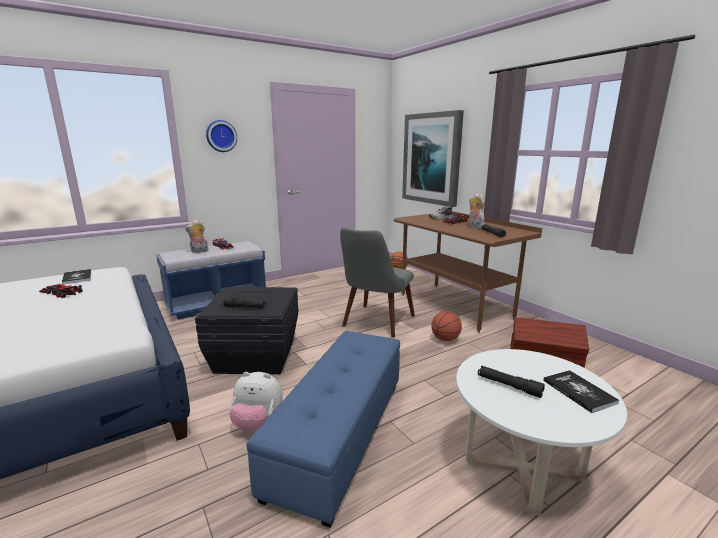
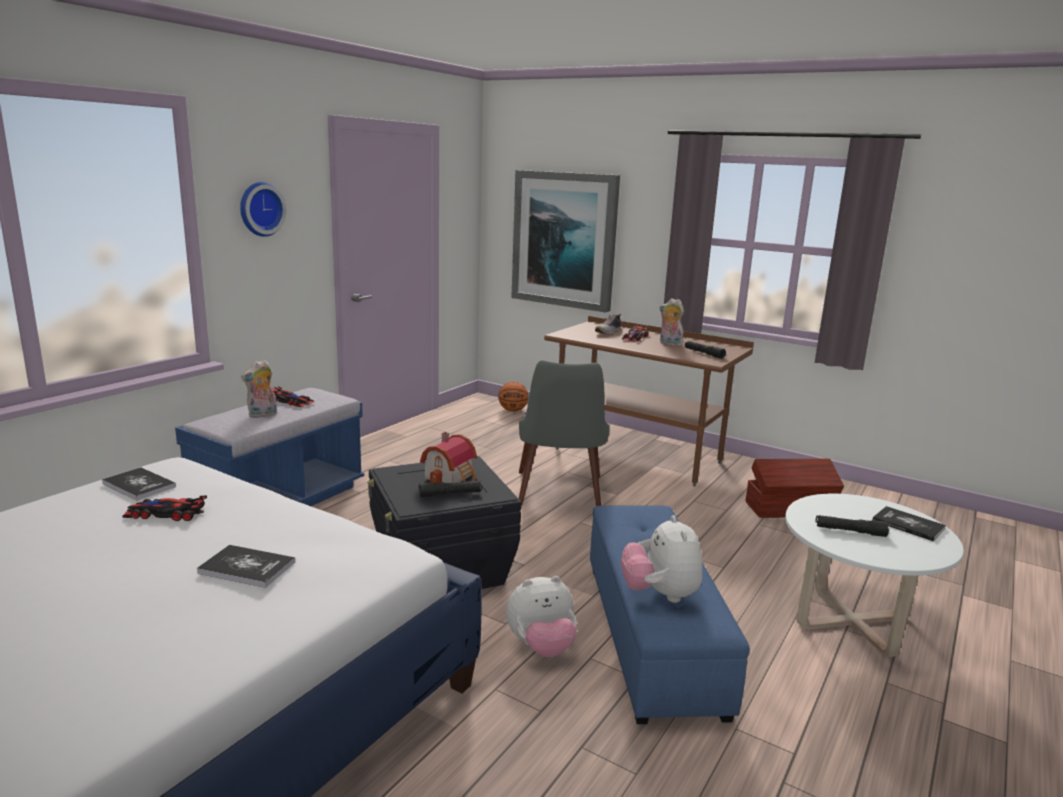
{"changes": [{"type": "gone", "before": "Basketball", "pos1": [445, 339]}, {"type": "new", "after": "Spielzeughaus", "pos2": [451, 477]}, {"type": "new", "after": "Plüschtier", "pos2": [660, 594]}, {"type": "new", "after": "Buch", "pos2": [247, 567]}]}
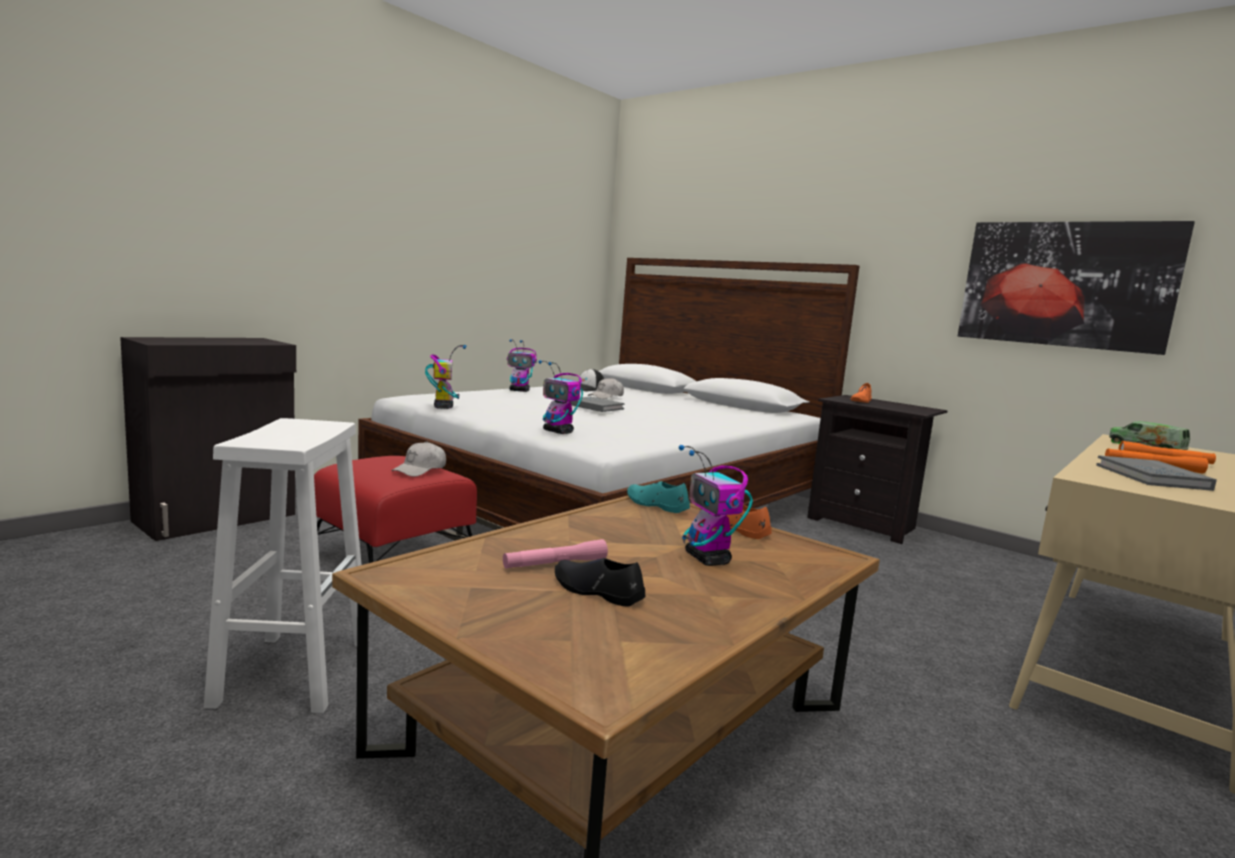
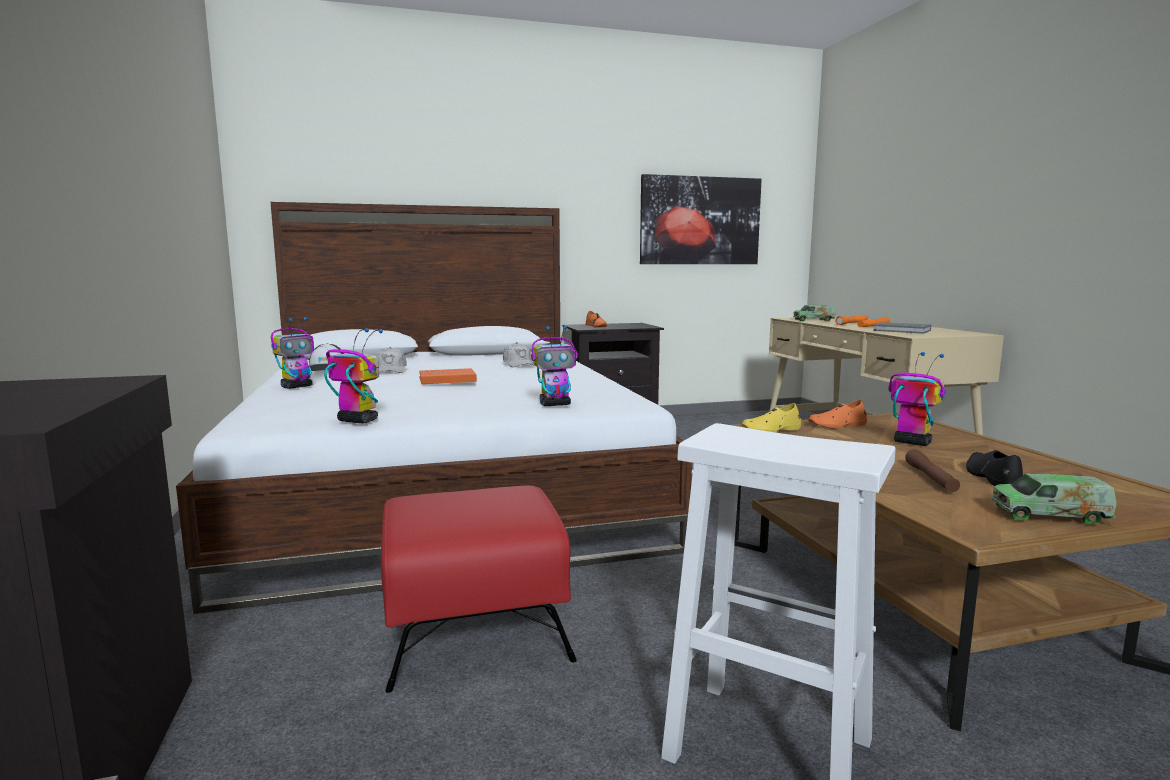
{"changes": [{"type": "repainted", "before": "Buch (grau)", "after": "Buch (orange)", "pos1": [595, 407], "pos2": [447, 379]}, {"type": "shifted", "before": "Kappe (weiß)", "pos1": [420, 470], "pos2": [519, 364]}, {"type": "rotated", "before": "Spielzeugroboter", "pos1": [708, 559], "pos2": [911, 442], "turn": -150}, {"type": "repainted", "before": "Schuh (türkis)", "after": "Schuh (gelb)", "pos1": [656, 505], "pos2": [771, 430]}, {"type": "repainted", "before": "Taschenlampe (rosa)", "after": "Taschenlampe (braun)", "pos1": [555, 564], "pos2": [931, 478]}, {"type": "rotated", "before": "Schuh (schwarz)", "pos1": [596, 591], "pos2": [992, 477], "turn": 120}, {"type": "new", "after": "Spielzeuglaster", "pos2": [1049, 514]}]}
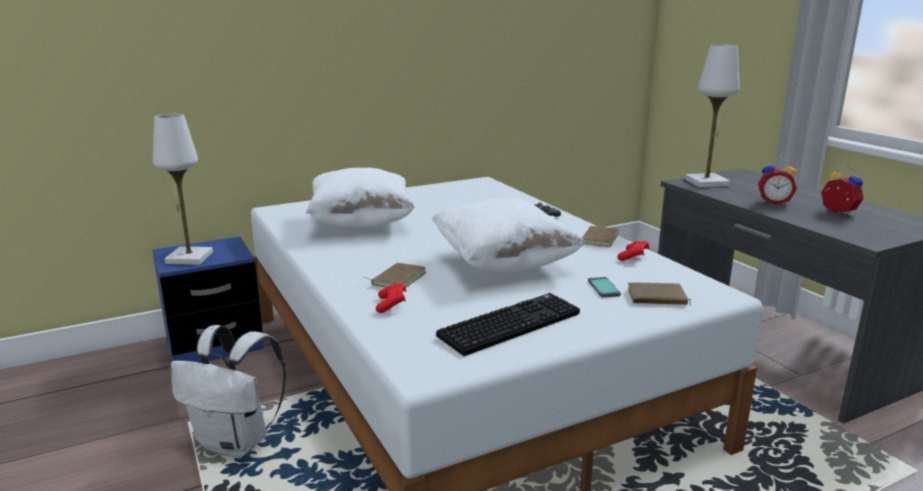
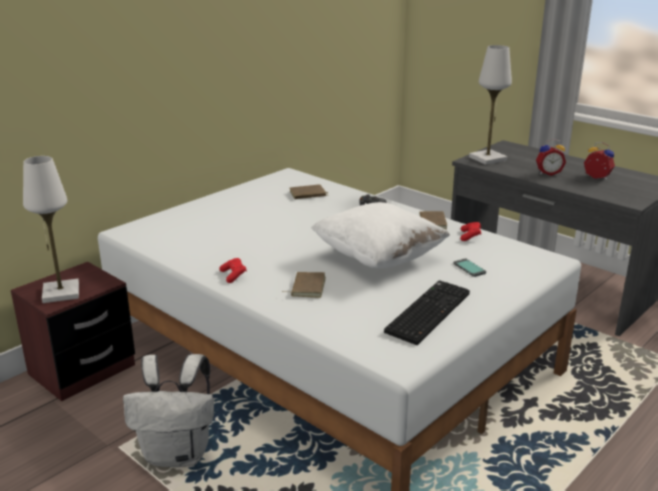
{"changes": [{"type": "gone", "before": "Kissen (weiß)", "pos1": [361, 223]}, {"type": "repainted", "before": "Nachttisch (blau)", "after": "Nachttisch (braun)", "pos1": [214, 344], "pos2": [82, 370]}, {"type": "shifted", "before": "Buch (braun)", "pos1": [657, 298], "pos2": [308, 194]}, {"type": "shifted", "before": "Gamepad (rot)", "pos1": [391, 305], "pos2": [233, 275]}]}
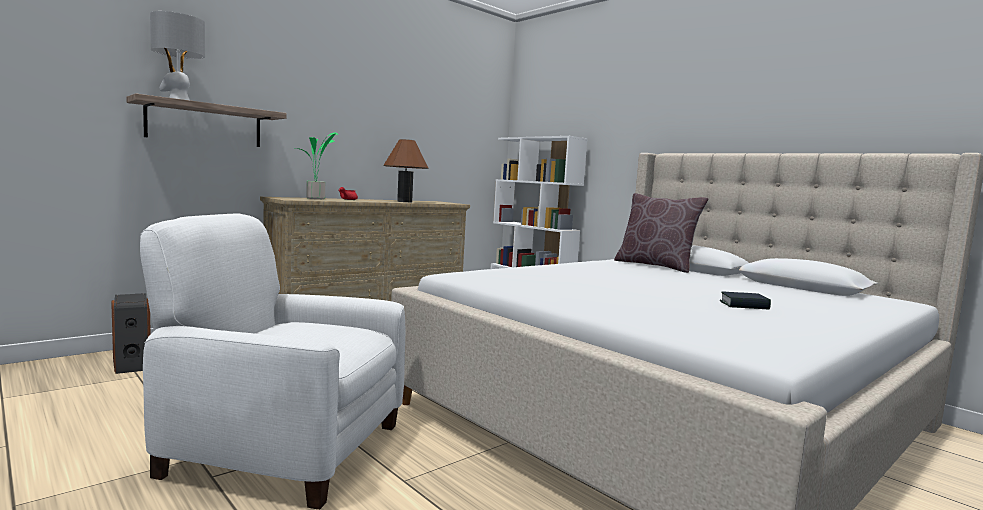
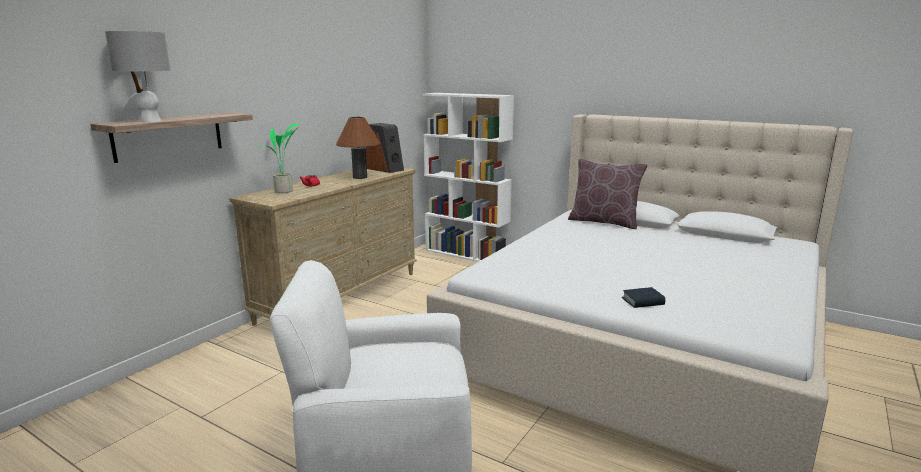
{"changes": [{"type": "shifted", "before": "Buch", "pos1": [744, 305], "pos2": [643, 301]}, {"type": "shifted", "before": "Lautsprecher", "pos1": [132, 363], "pos2": [385, 169]}]}
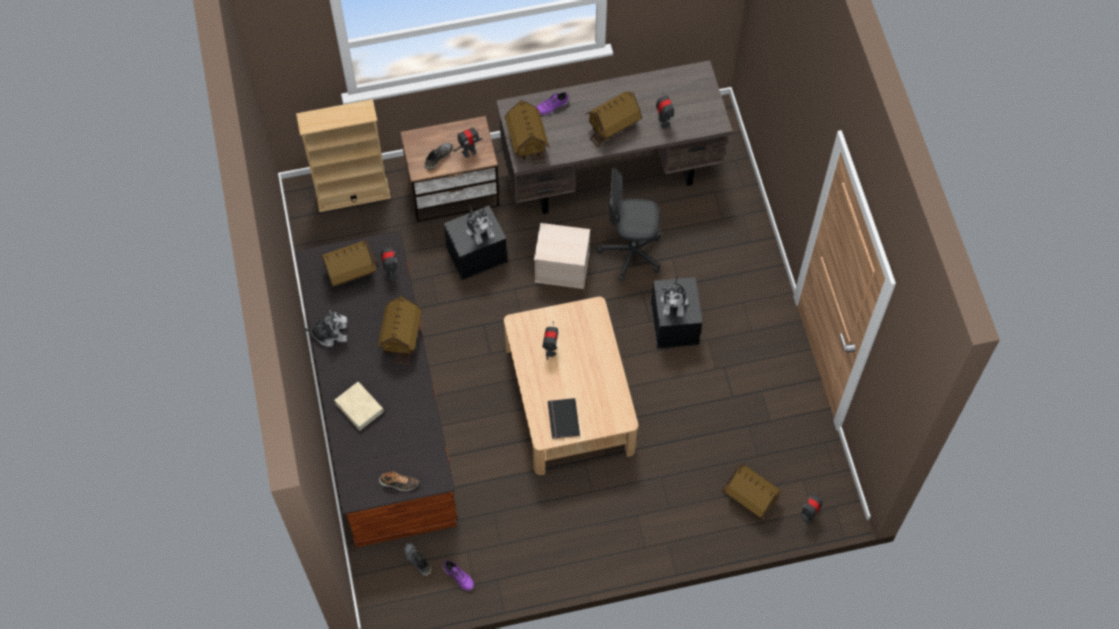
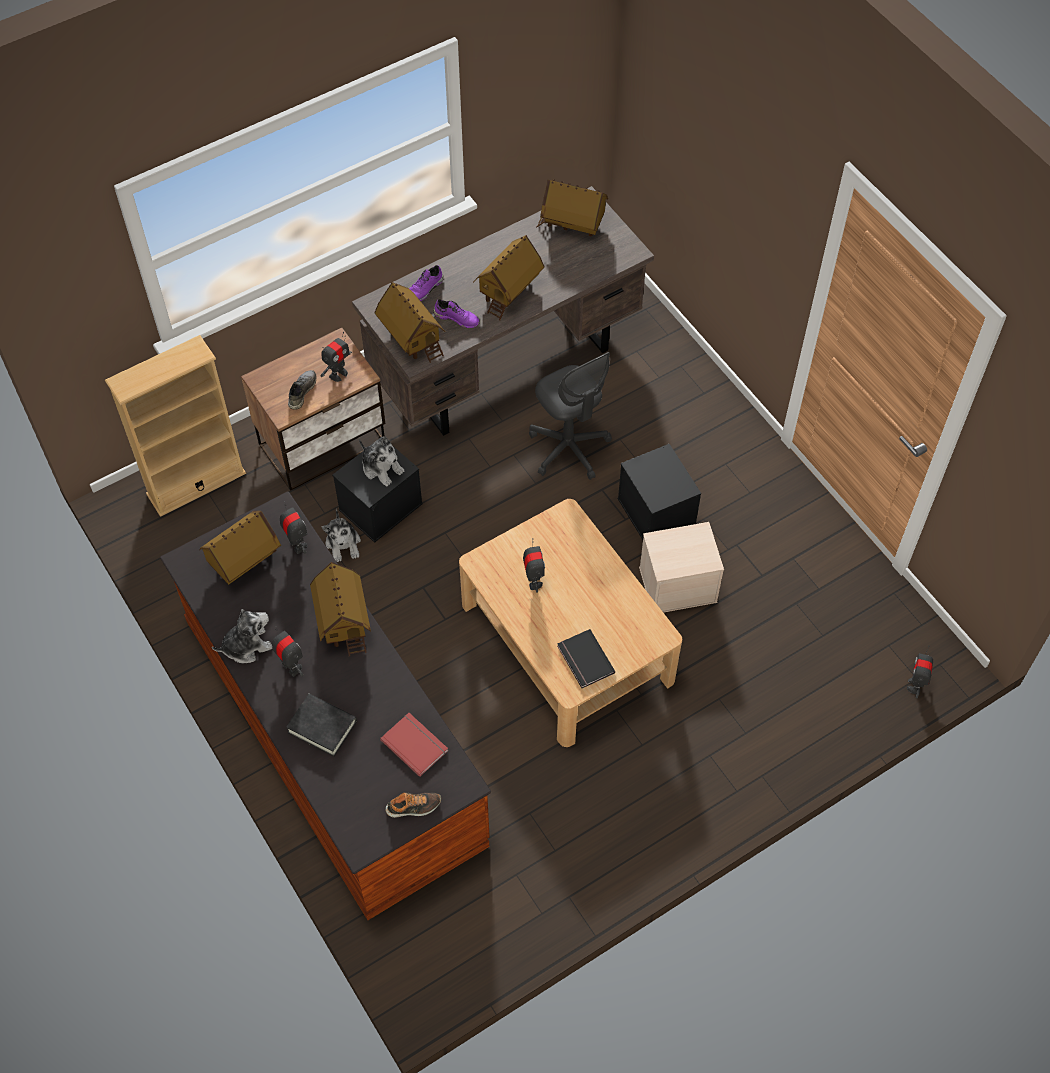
{"changes": [{"type": "shifted", "before": "Spielzeugroboter", "pos1": [663, 122], "pos2": [291, 667]}, {"type": "rotated", "before": "Bürostuhl (grau)", "pos1": [631, 253], "pos2": [569, 448], "turn": -105}, {"type": "shifted", "before": "Aufbewahrungsbox (beige)", "pos1": [563, 267], "pos2": [678, 584]}, {"type": "shifted", "before": "Plüschtier", "pos1": [674, 302], "pos2": [343, 544]}, {"type": "repainted", "before": "Buch (beige)", "after": "Buch (schwarz)", "pos1": [359, 407], "pos2": [322, 727]}, {"type": "shifted", "before": "Spielzeughaus", "pos1": [750, 498], "pos2": [572, 225]}, {"type": "gone", "before": "Schuh (grau)", "pos1": [417, 560]}, {"type": "shifted", "before": "Schuh (lila)", "pos1": [459, 576], "pos2": [457, 318]}, {"type": "new", "after": "Buch (rot)", "pos2": [415, 744]}]}
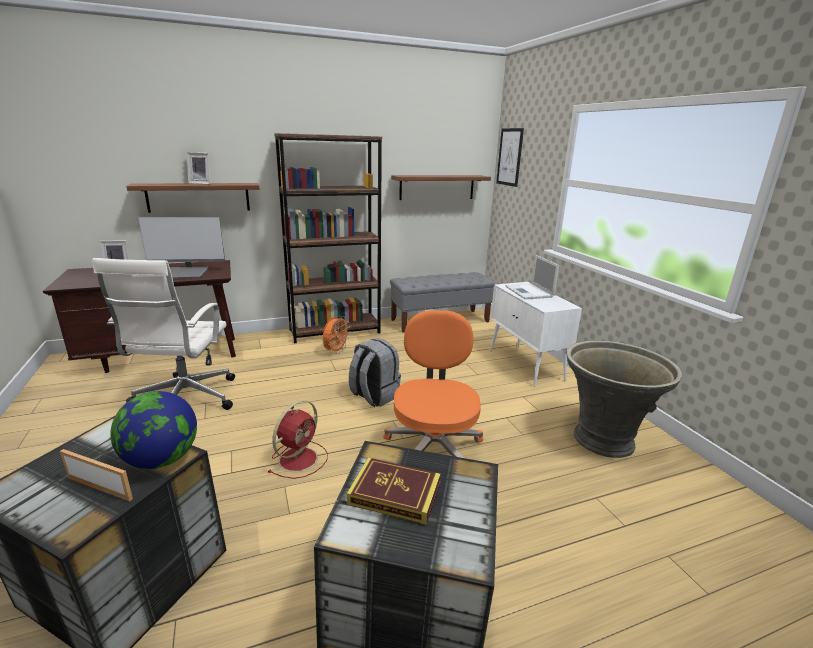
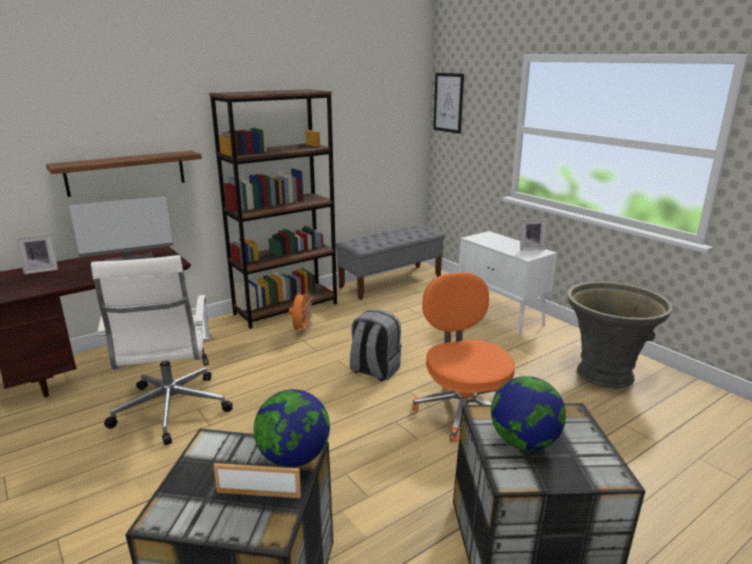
{"changes": [{"type": "shifted", "before": "Bilderrahmen", "pos1": [202, 183], "pos2": [530, 248]}, {"type": "gone", "before": "Wandregal", "pos1": [437, 187]}, {"type": "gone", "before": "Laptop", "pos1": [529, 292]}, {"type": "gone", "before": "Ventilator (rot)", "pos1": [299, 458]}, {"type": "swapped", "before": "Buch", "after": "Globus", "pos1": [395, 494], "pos2": [524, 442]}]}
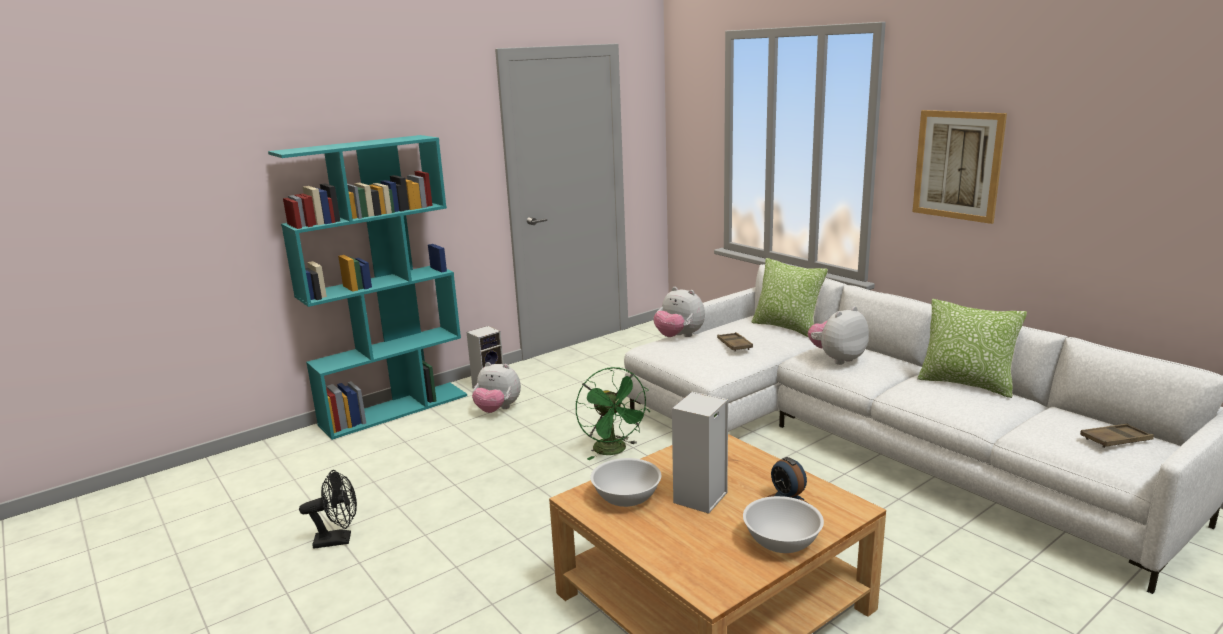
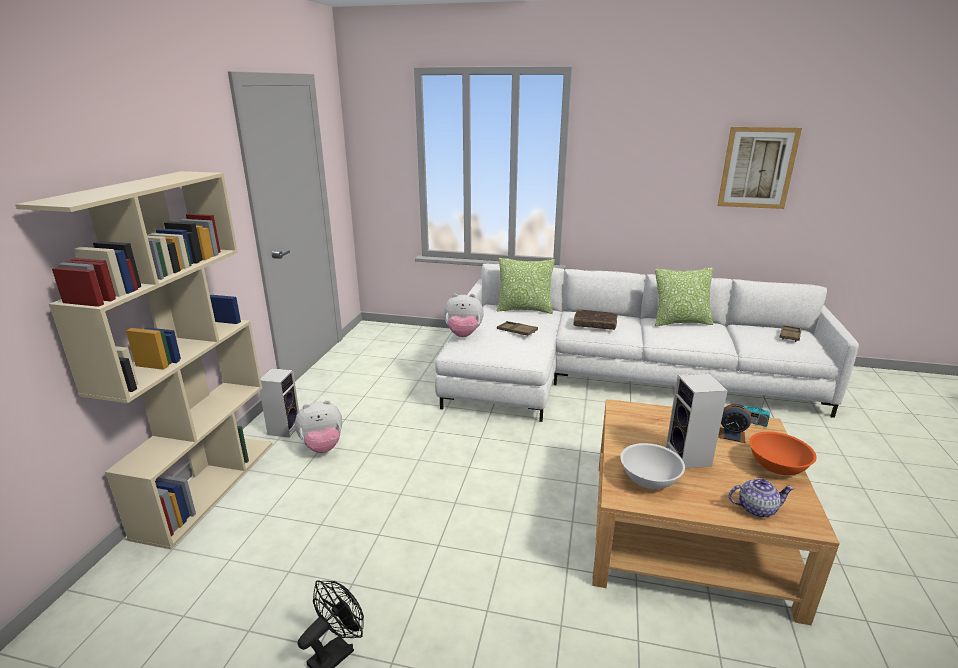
{"changes": [{"type": "shifted", "before": "Bild", "pos1": [957, 165], "pos2": [757, 168]}, {"type": "repainted", "before": "Bücherregal (türkis)", "after": "Bücherregal (beige)", "pos1": [395, 409], "pos2": [208, 486]}, {"type": "swapped", "before": "Plüschtier", "after": "Buch (braun)", "pos1": [837, 359], "pos2": [595, 324]}, {"type": "gone", "before": "Ventilator (grün)", "pos1": [614, 451]}, {"type": "repainted", "before": "Schüssel (weiß)", "after": "Schüssel (orange)", "pos1": [781, 542], "pos2": [776, 466]}, {"type": "new", "after": "Radio", "pos2": [753, 422]}, {"type": "new", "after": "Teekanne", "pos2": [756, 508]}]}
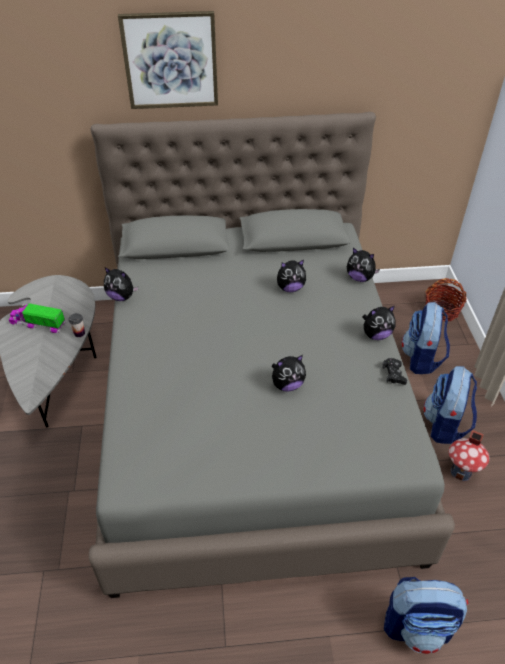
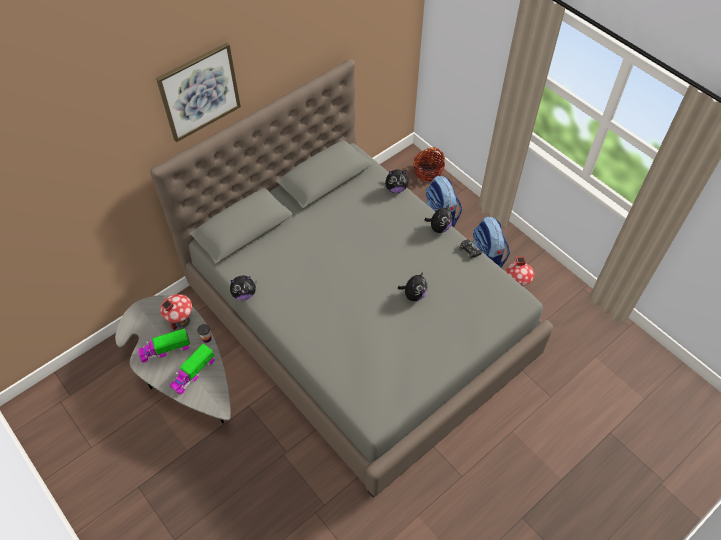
{"changes": [{"type": "gone", "before": "Plüschtier", "pos1": [290, 288]}, {"type": "gone", "before": "Rucksack", "pos1": [417, 626]}, {"type": "new", "after": "Spielzeughaus", "pos2": [181, 321]}, {"type": "new", "after": "Spielzeuglaster", "pos2": [193, 373]}]}
